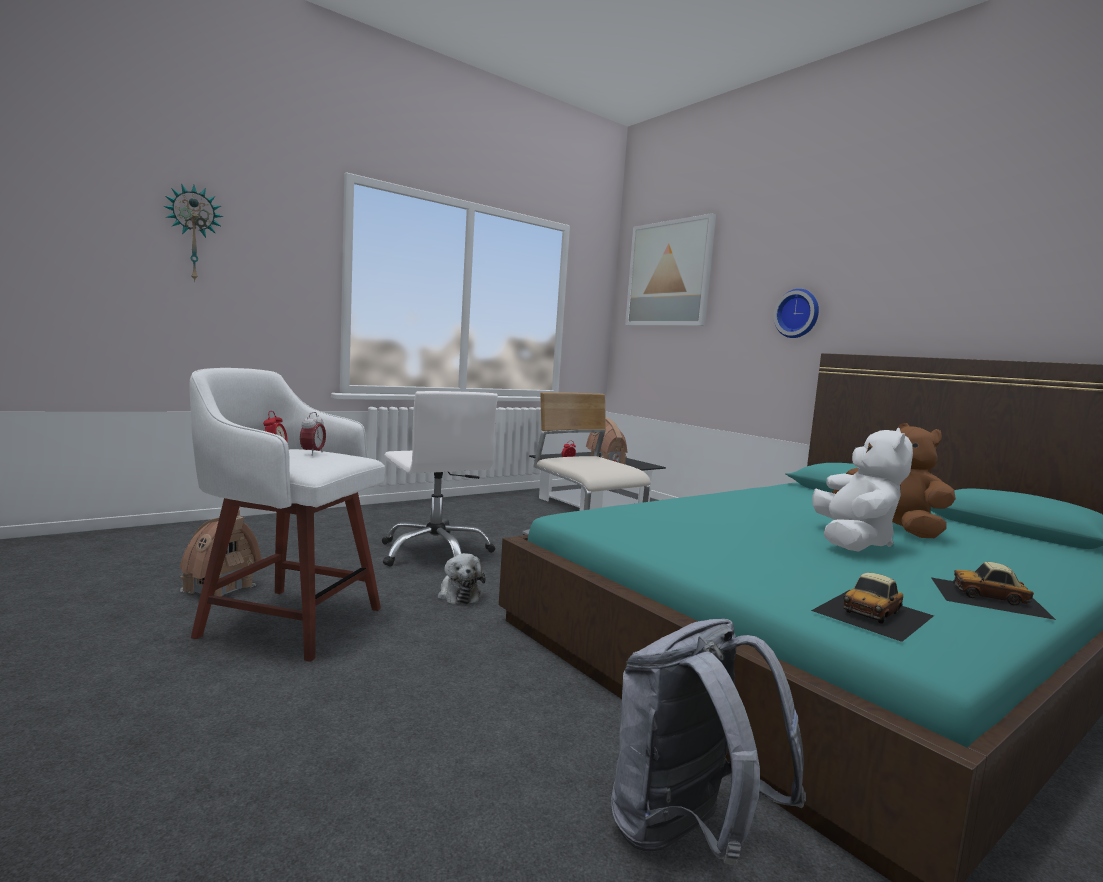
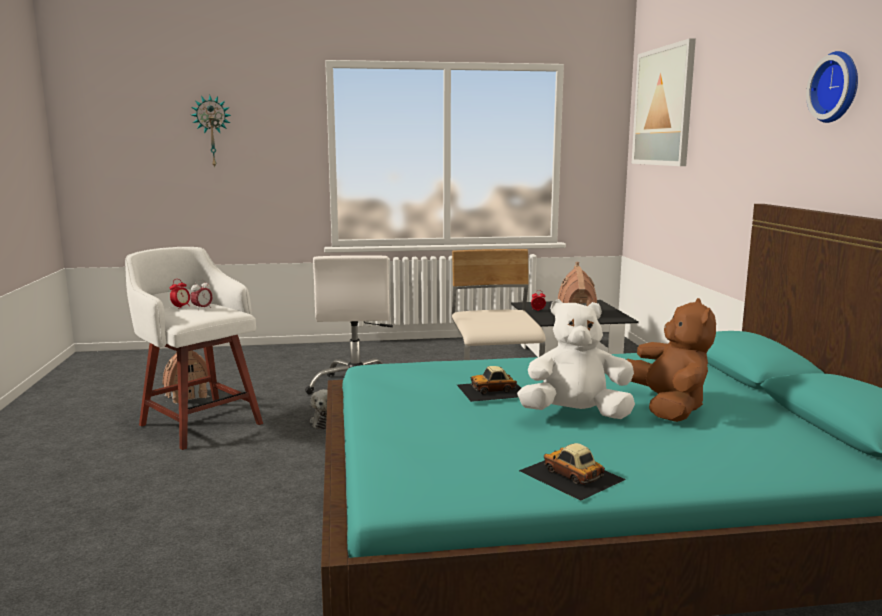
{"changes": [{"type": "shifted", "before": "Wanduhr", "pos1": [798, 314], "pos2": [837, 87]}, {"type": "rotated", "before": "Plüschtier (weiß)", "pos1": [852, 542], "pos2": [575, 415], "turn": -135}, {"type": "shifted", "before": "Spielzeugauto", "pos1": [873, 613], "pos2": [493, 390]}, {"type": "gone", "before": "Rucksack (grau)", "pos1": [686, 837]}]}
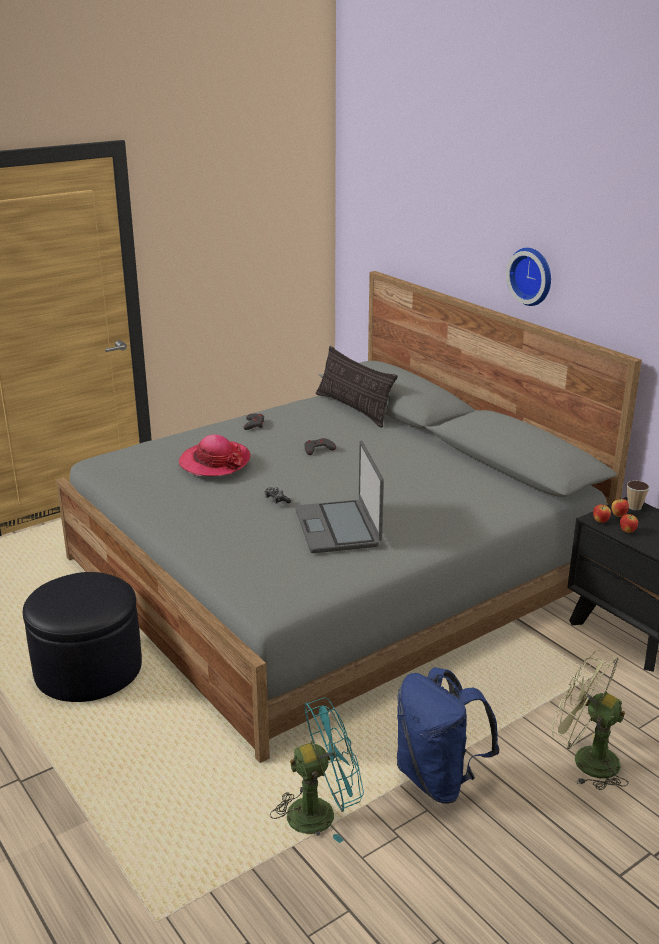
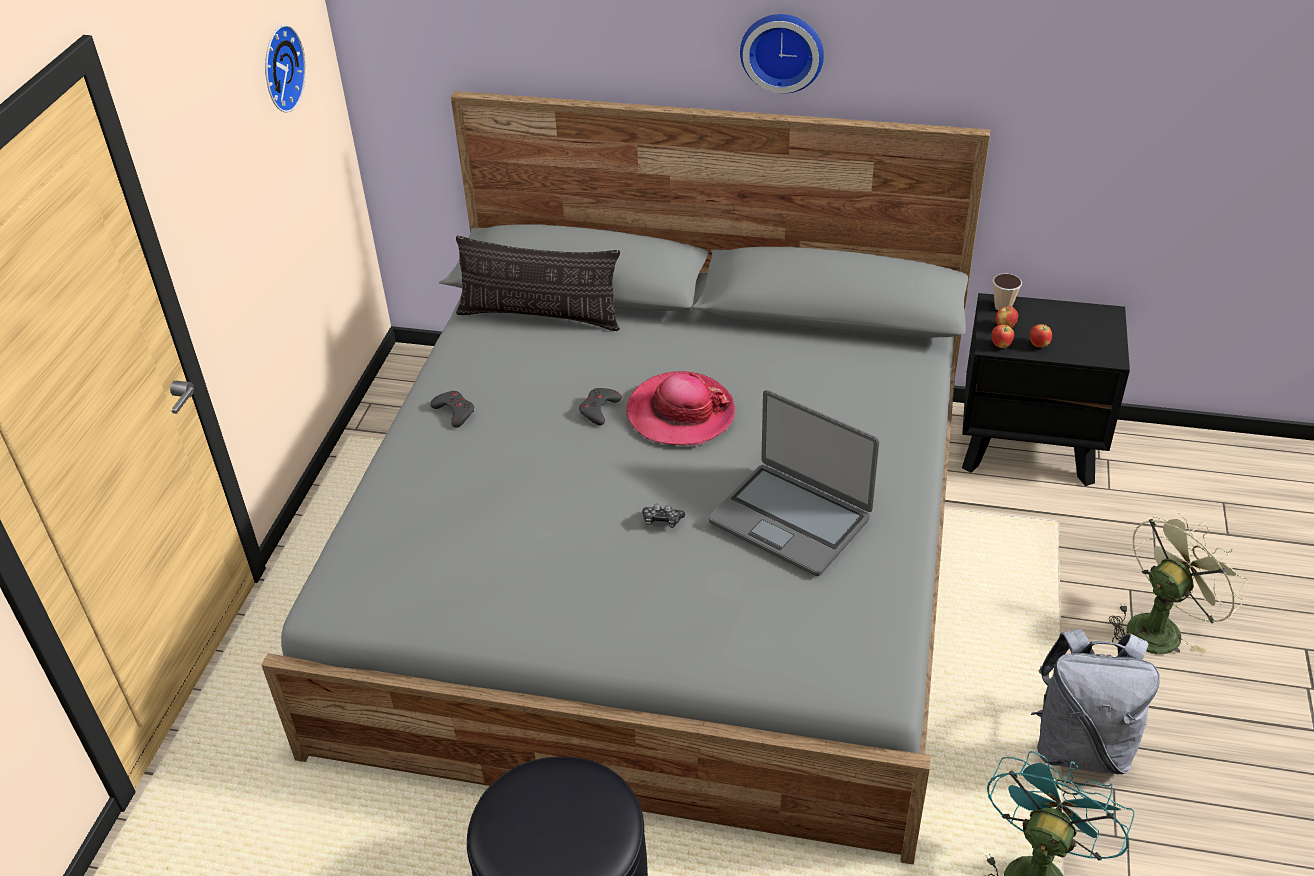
{"changes": [{"type": "shifted", "before": "Hut", "pos1": [214, 462], "pos2": [680, 413]}, {"type": "rotated", "before": "Ventilator (grün)", "pos1": [585, 760], "pos2": [1159, 627], "turn": 150}, {"type": "repainted", "before": "Rucksack (blau)", "after": "Rucksack (grau)", "pos1": [438, 779], "pos2": [1081, 746]}, {"type": "new", "after": "Wanduhr", "pos2": [279, 68]}]}
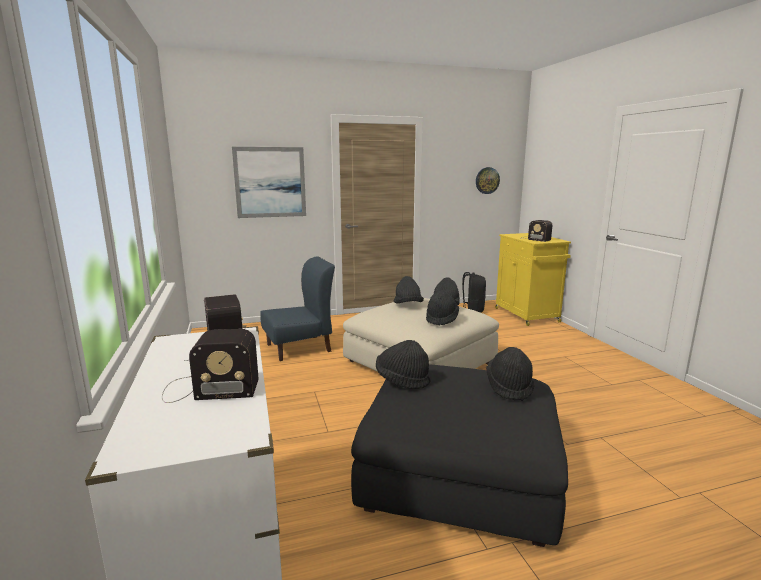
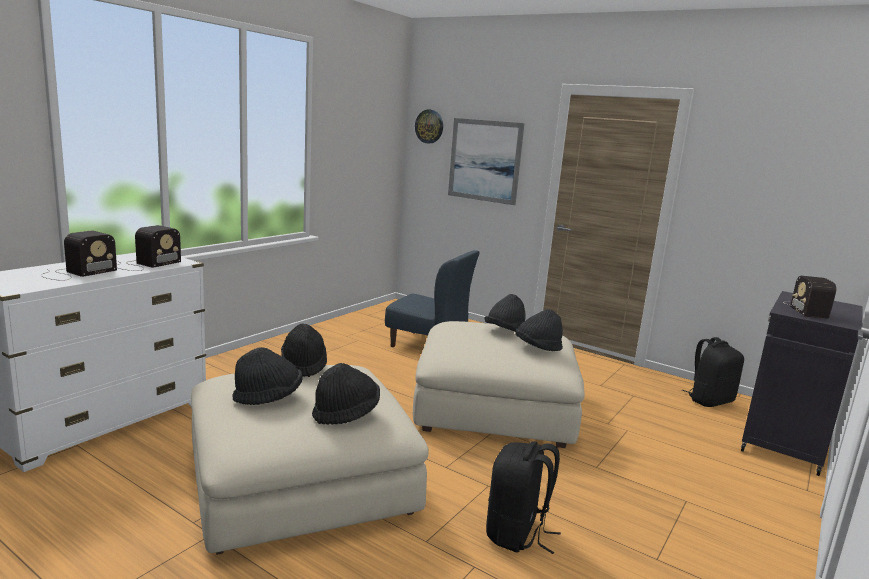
{"changes": [{"type": "shifted", "before": "Wanduhr", "pos1": [487, 180], "pos2": [429, 126]}, {"type": "repainted", "before": "Schrank (gelb)", "after": "Schrank (schwarz)", "pos1": [527, 315], "pos2": [783, 443]}, {"type": "shifted", "before": "Hut (schwarz)", "pos1": [441, 319], "pos2": [268, 397]}, {"type": "rotated", "before": "Radio", "pos1": [207, 388], "pos2": [76, 273], "turn": -105}, {"type": "repainted", "before": "Polsterhocker (schwarz)", "after": "Polsterhocker (beige)", "pos1": [458, 470], "pos2": [300, 480]}, {"type": "new", "after": "Rucksack (schwarz)", "pos2": [517, 534]}]}
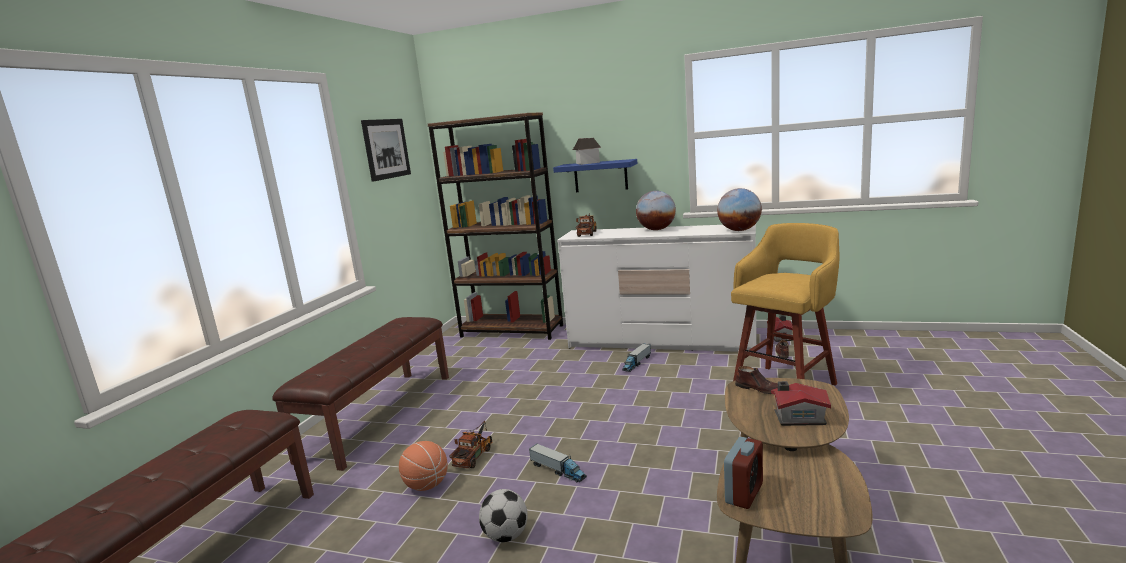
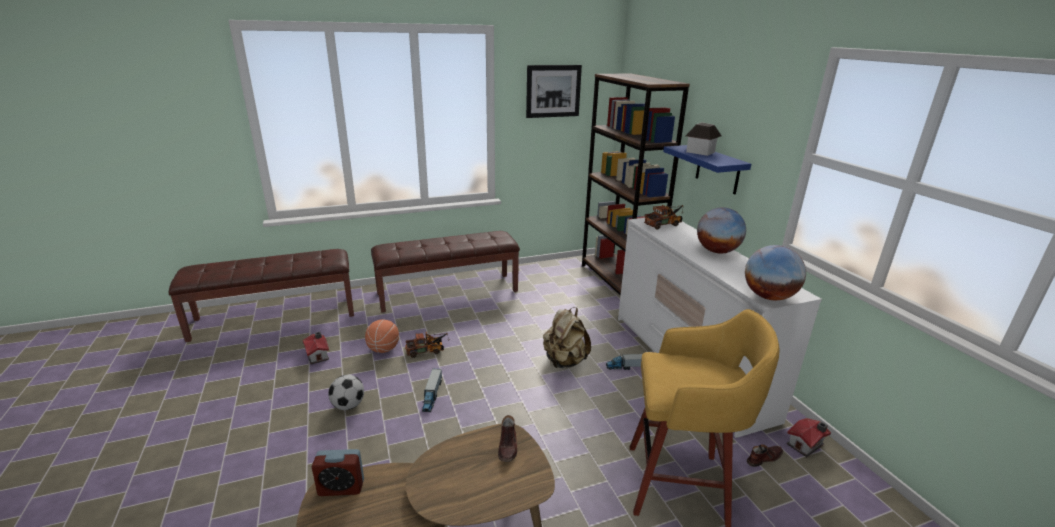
{"changes": [{"type": "shifted", "before": "Spielzeughaus", "pos1": [797, 417], "pos2": [318, 355]}, {"type": "new", "after": "Rucksack (beige)", "pos2": [564, 361]}]}
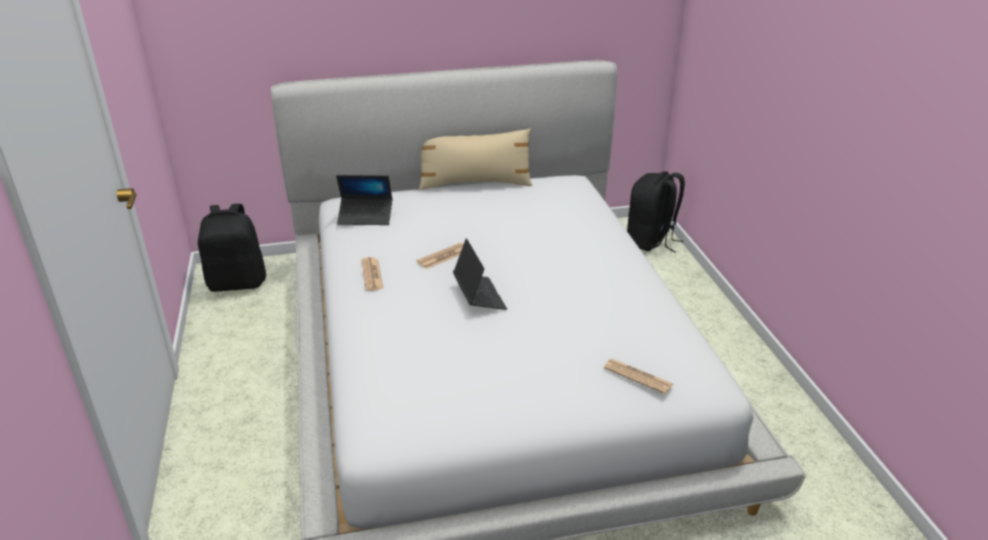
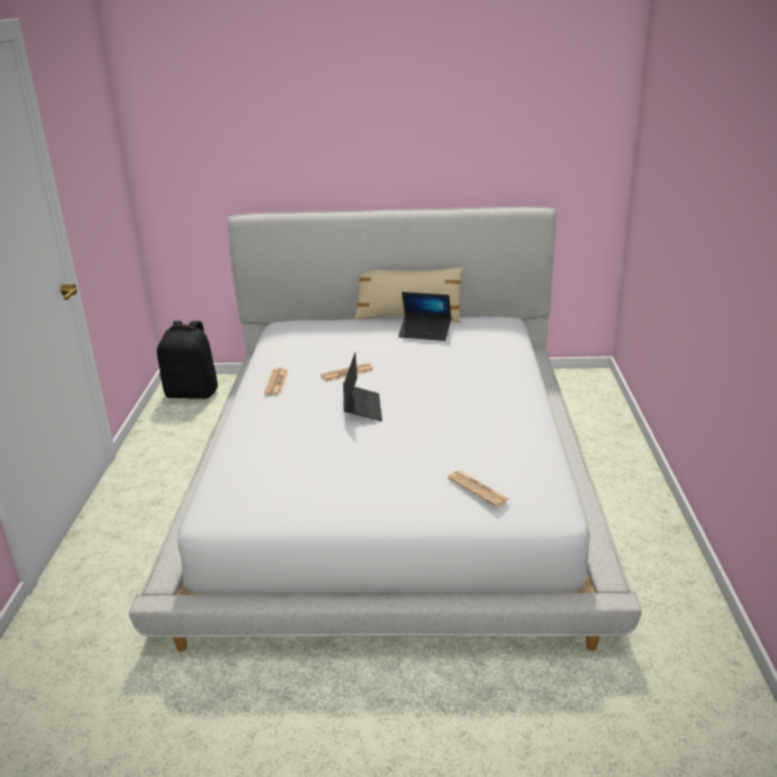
{"changes": [{"type": "gone", "before": "Rucksack (schwarz)", "pos1": [651, 241]}, {"type": "shifted", "before": "Laptop", "pos1": [365, 217], "pos2": [425, 333]}]}
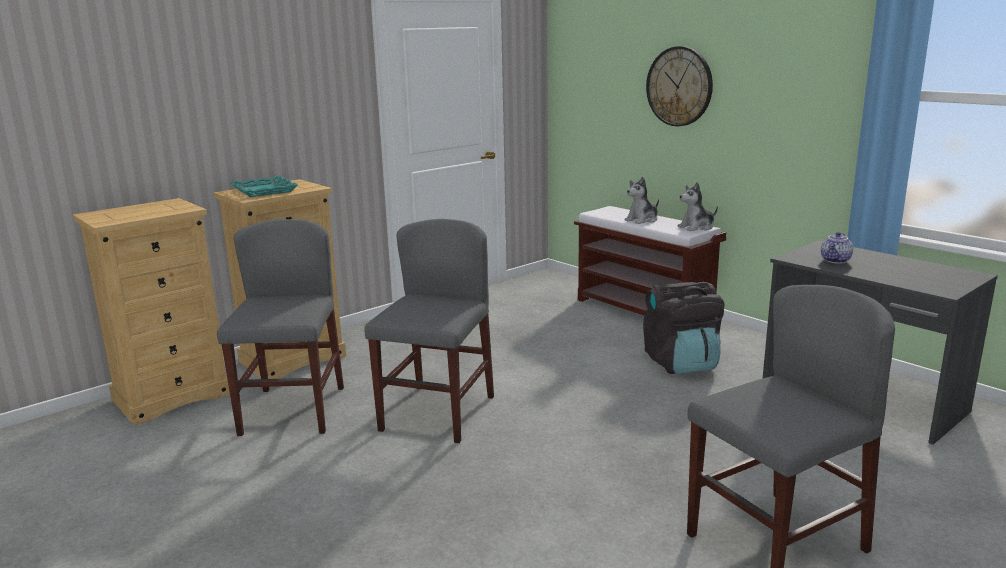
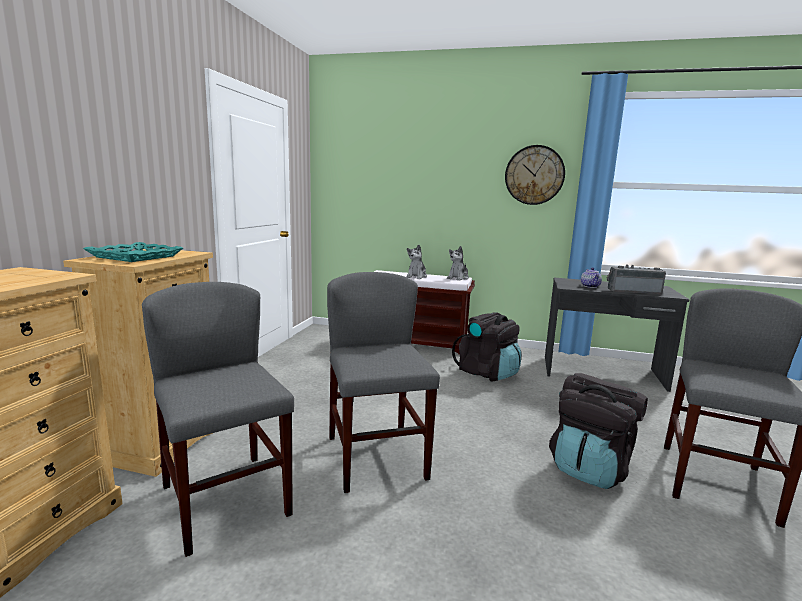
{"changes": [{"type": "shifted", "before": "Wanduhr", "pos1": [679, 86], "pos2": [534, 175]}, {"type": "new", "after": "Radio", "pos2": [633, 291]}, {"type": "new", "after": "Rucksack (schwarz)", "pos2": [590, 468]}]}
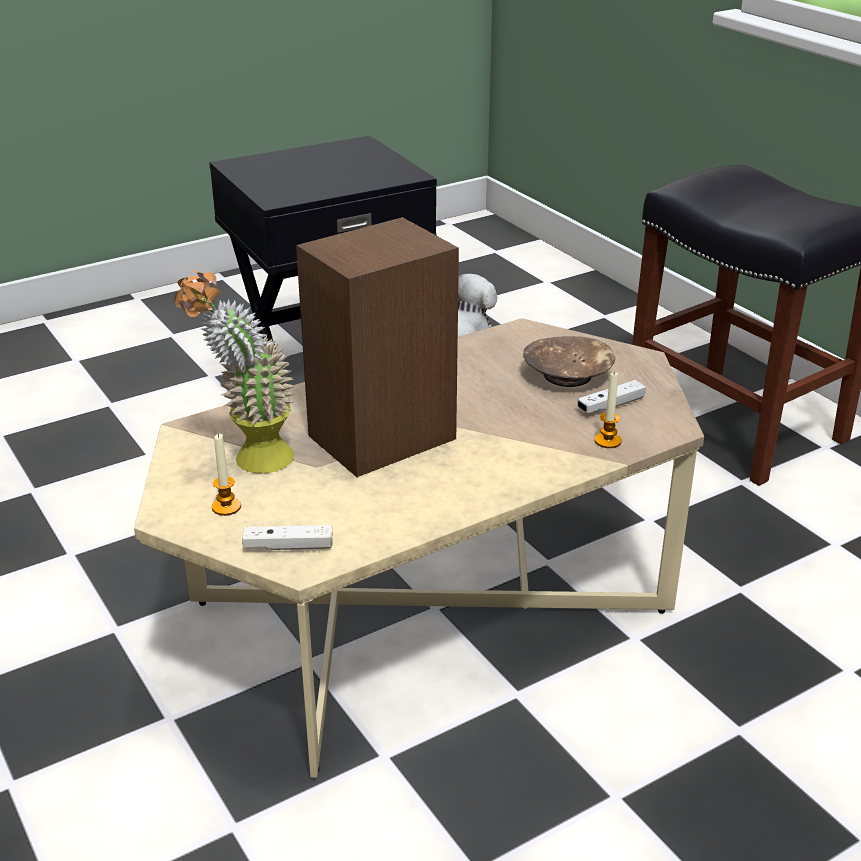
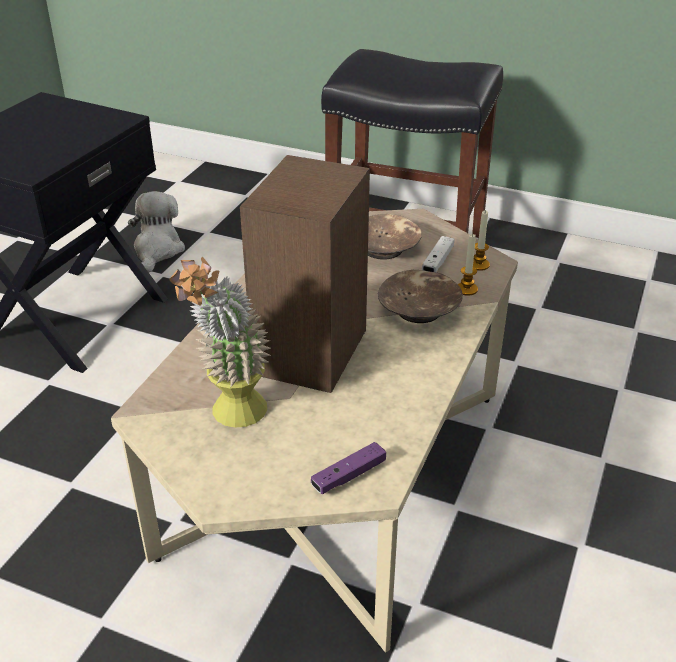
{"changes": [{"type": "shifted", "before": "Kerze", "pos1": [226, 507], "pos2": [479, 265]}, {"type": "repainted", "before": "Gamepad (weiß)", "after": "Gamepad (lila)", "pos1": [288, 546], "pos2": [349, 476]}, {"type": "new", "after": "Schüssel (braun)", "pos2": [420, 310]}]}
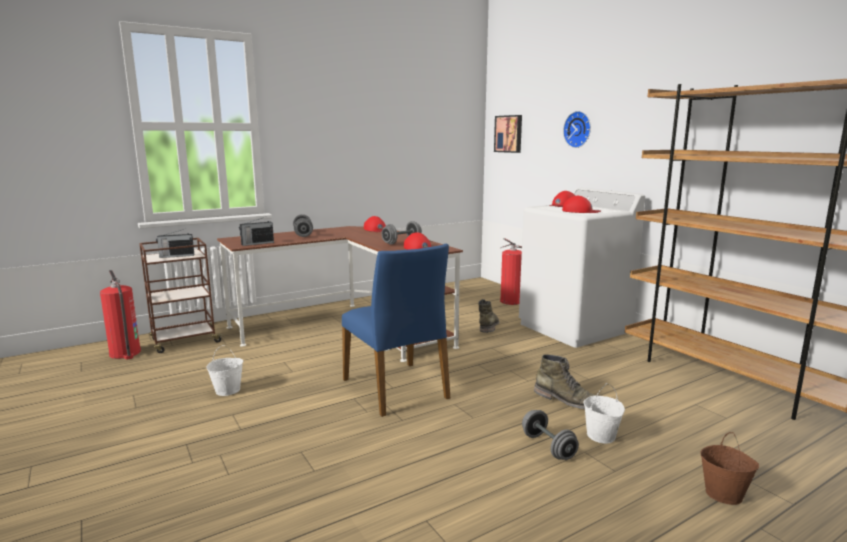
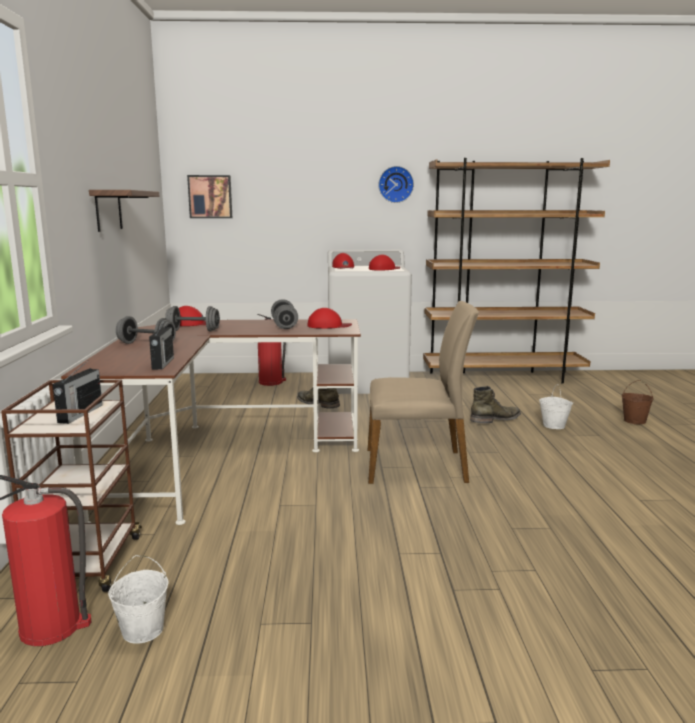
{"changes": [{"type": "shifted", "before": "Wanduhr", "pos1": [578, 129], "pos2": [395, 184]}, {"type": "repainted", "before": "Stuhl (blau)", "after": "Stuhl (beige)", "pos1": [396, 388], "pos2": [417, 465]}, {"type": "shifted", "before": "Eimer (weiß)", "pos1": [228, 390], "pos2": [142, 629]}, {"type": "shifted", "before": "Hantel (grau)", "pos1": [548, 447], "pos2": [193, 331]}, {"type": "new", "after": "Wandregal", "pos2": [108, 210]}]}
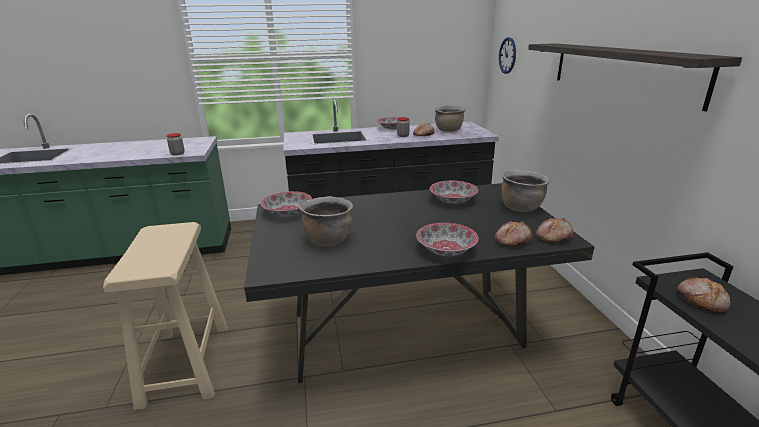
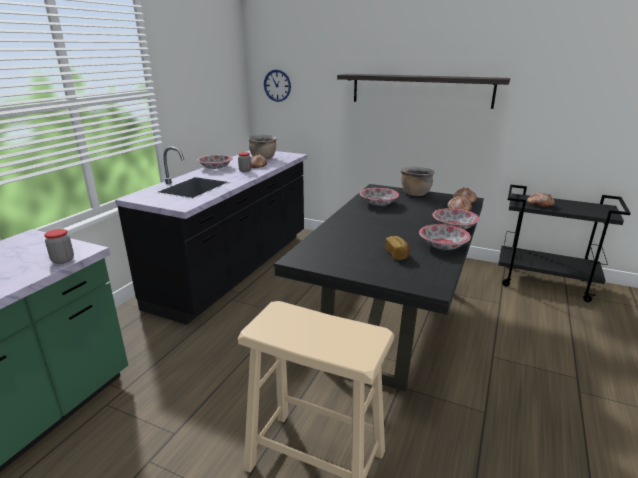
{"changes": [{"type": "shifted", "before": "Schüssel", "pos1": [288, 212], "pos2": [442, 245]}, {"type": "swapped", "before": "Kochtopf (braun)", "after": "Brot", "pos1": [328, 240], "pos2": [397, 254]}]}
